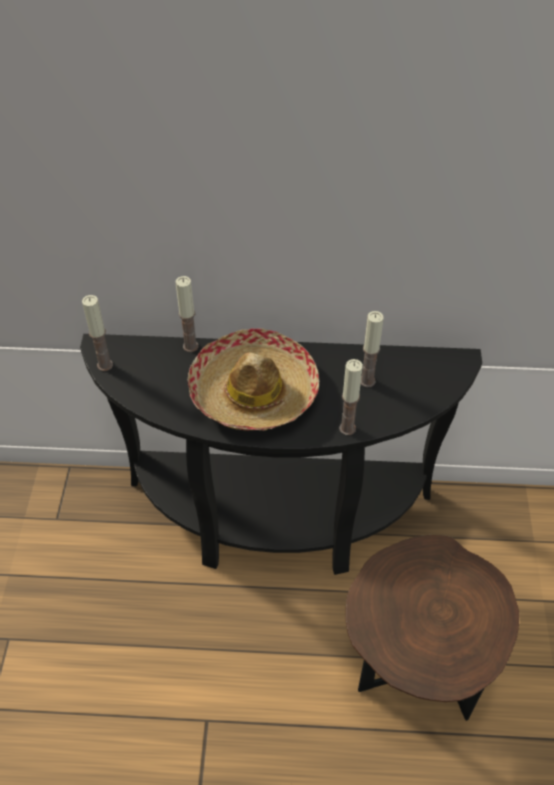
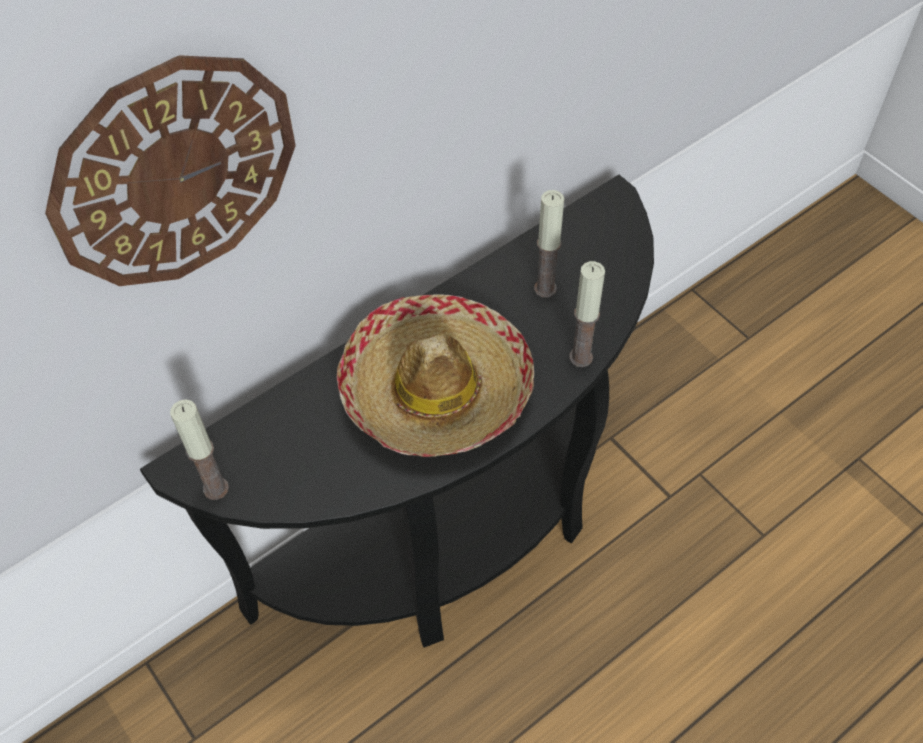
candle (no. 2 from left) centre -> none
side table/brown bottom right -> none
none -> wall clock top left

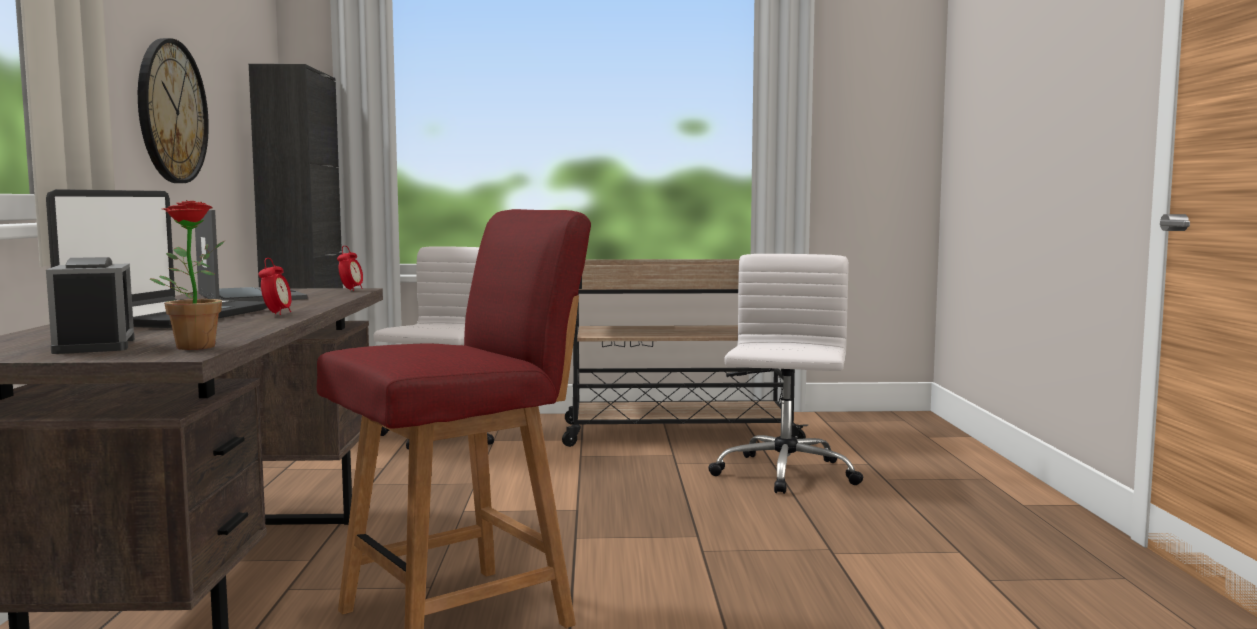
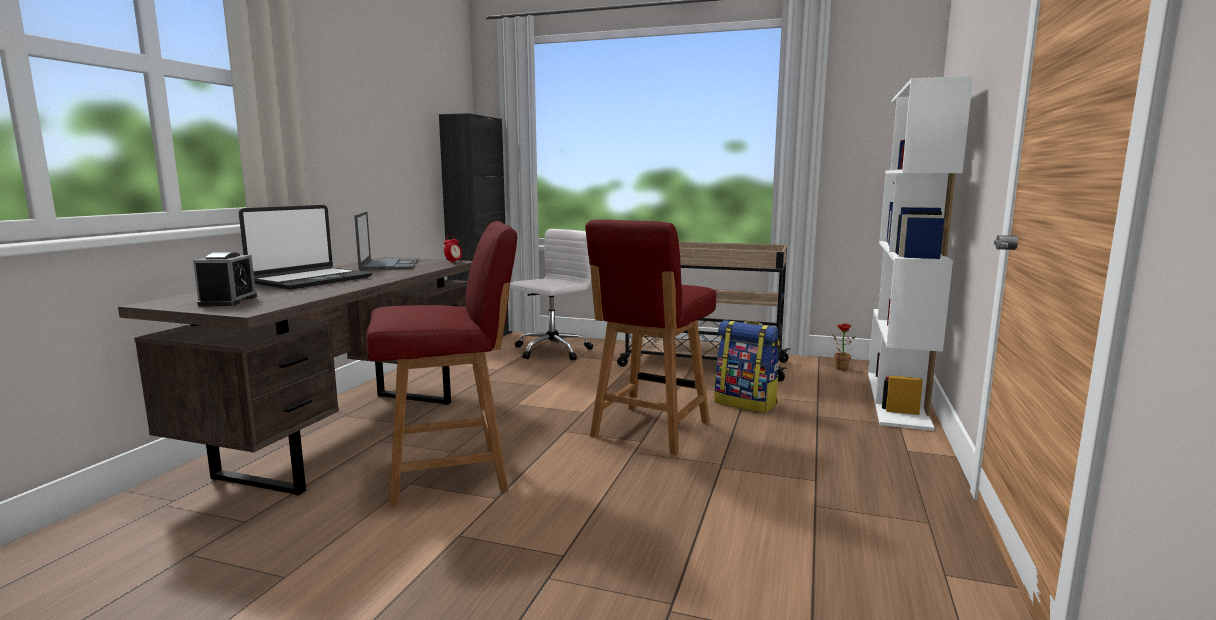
wall clock top left -> none
alarm clock (no. 2 from left) middle left -> none
none -> chair/red (no. 2 from left) centre
none -> bookcase/white middle right
potted plant middle left -> potted plant middle right, shifted
office chair/white (no. 2 from left) centre -> backpack centre

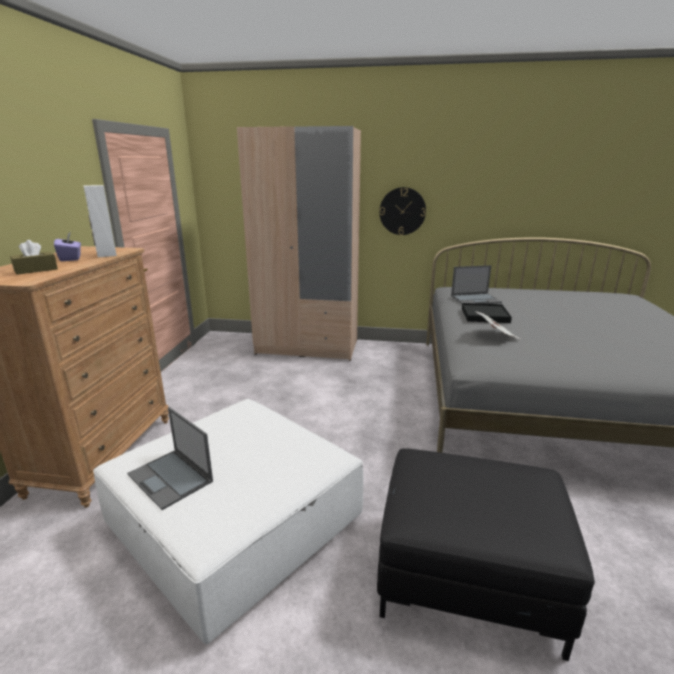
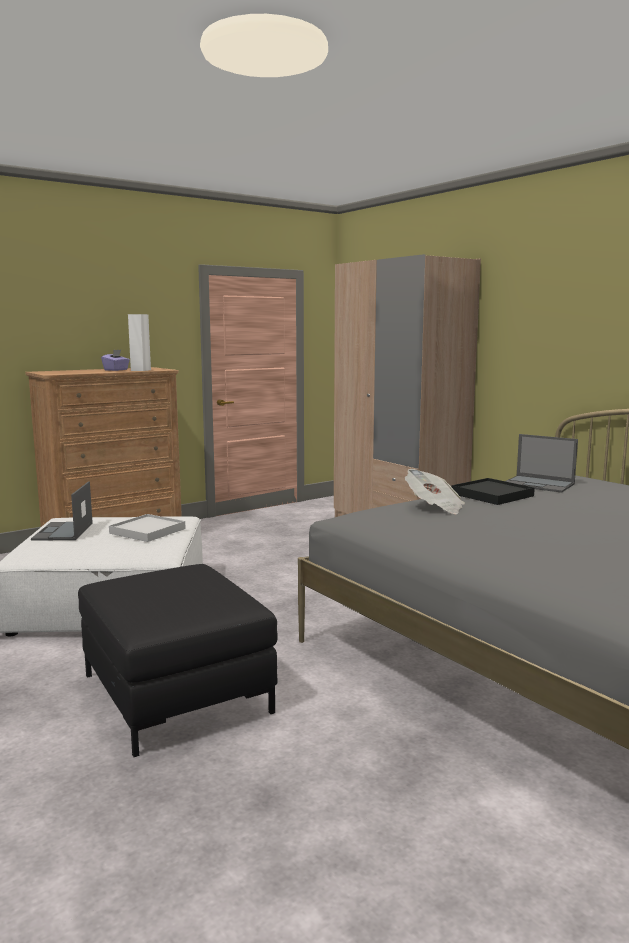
tissue box/brown middle left -> none
wall clock top centre -> none
none -> tray/white middle left

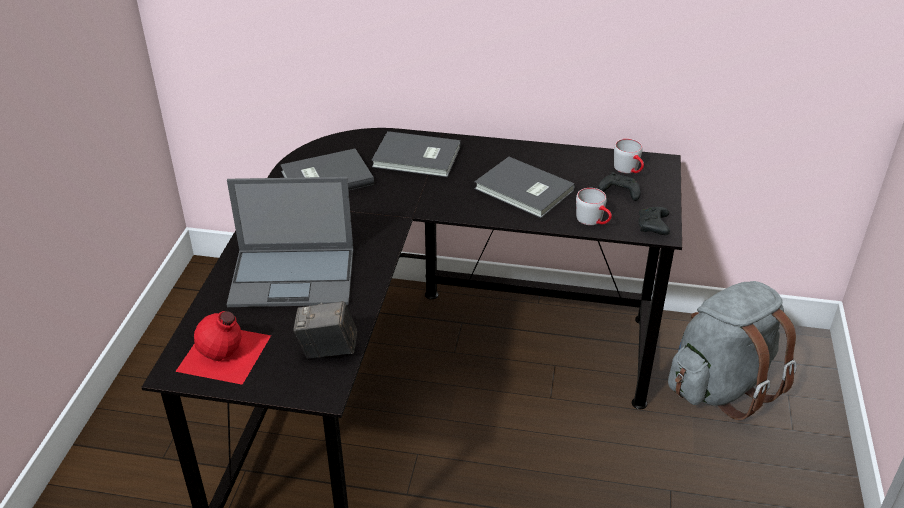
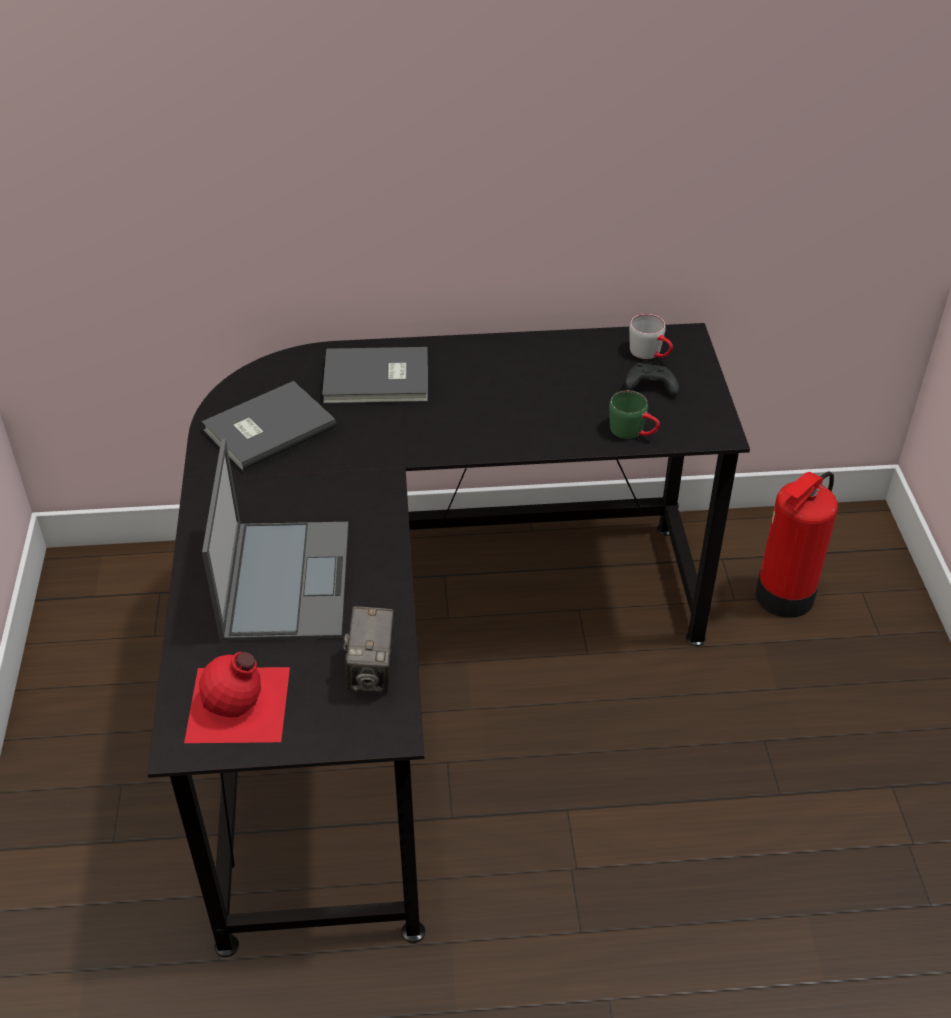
book/grey (no. 3 from left) centre -> none
game controller/black (no. 2 from left) middle right -> none
backpack/grey bottom right -> fire extinguisher middle right
mug/grey (no. 1 from left) centre -> mug/green middle right
laptop middle left, 75 degrees counterclockwise
photo camera centre, 75 degrees counterclockwise

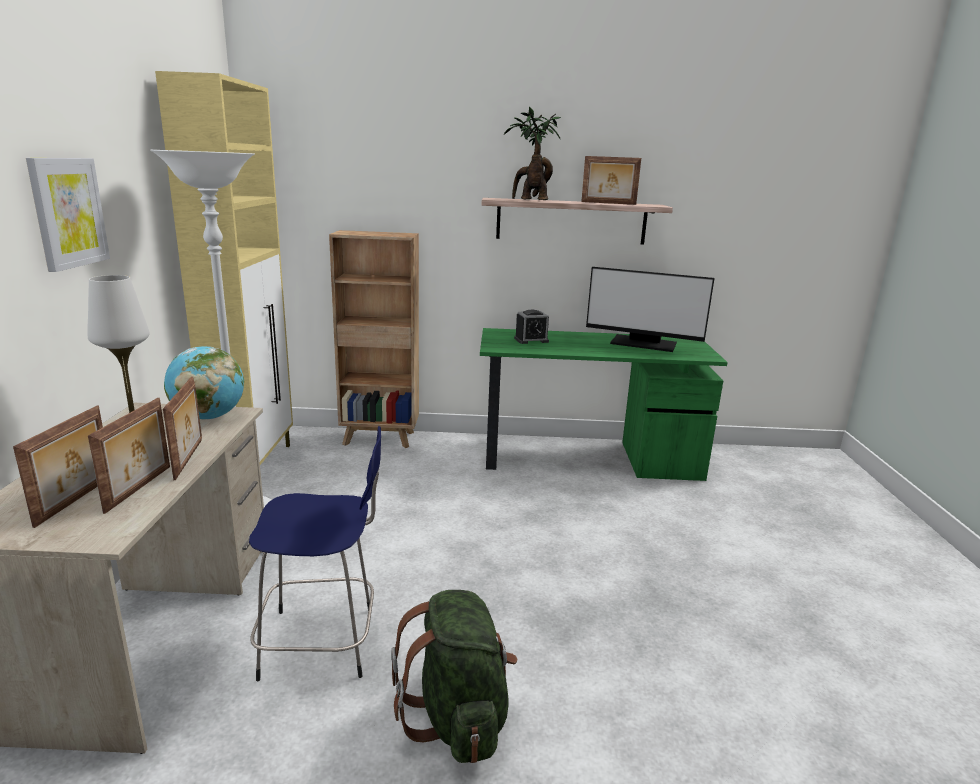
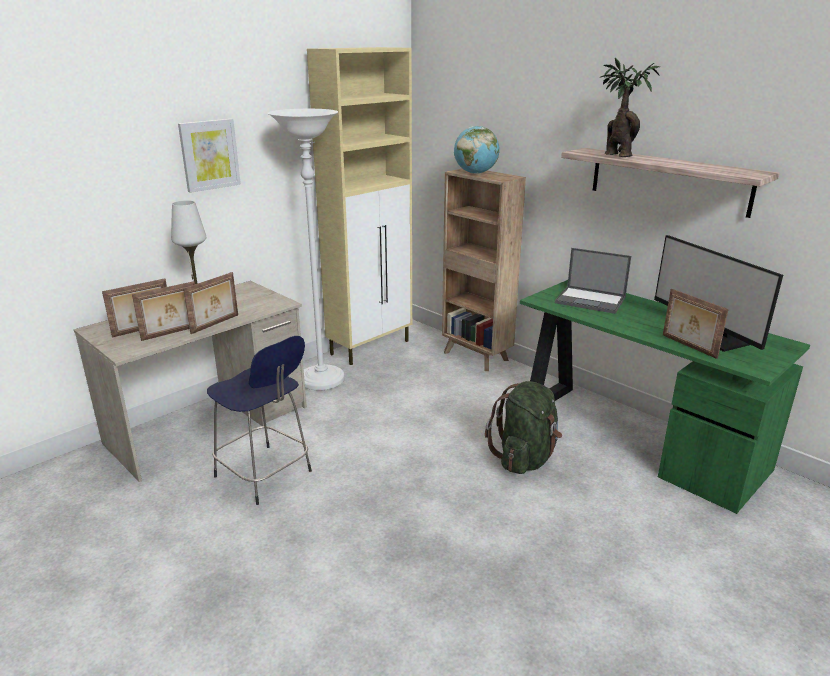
globe middle left -> globe top centre, shifted
backpack/green bottom centre -> backpack/green centre, shifted
picture frame (no. 4 from left) top centre -> picture frame (no. 4 from left) middle right, shifted
alarm clock centre -> laptop middle right

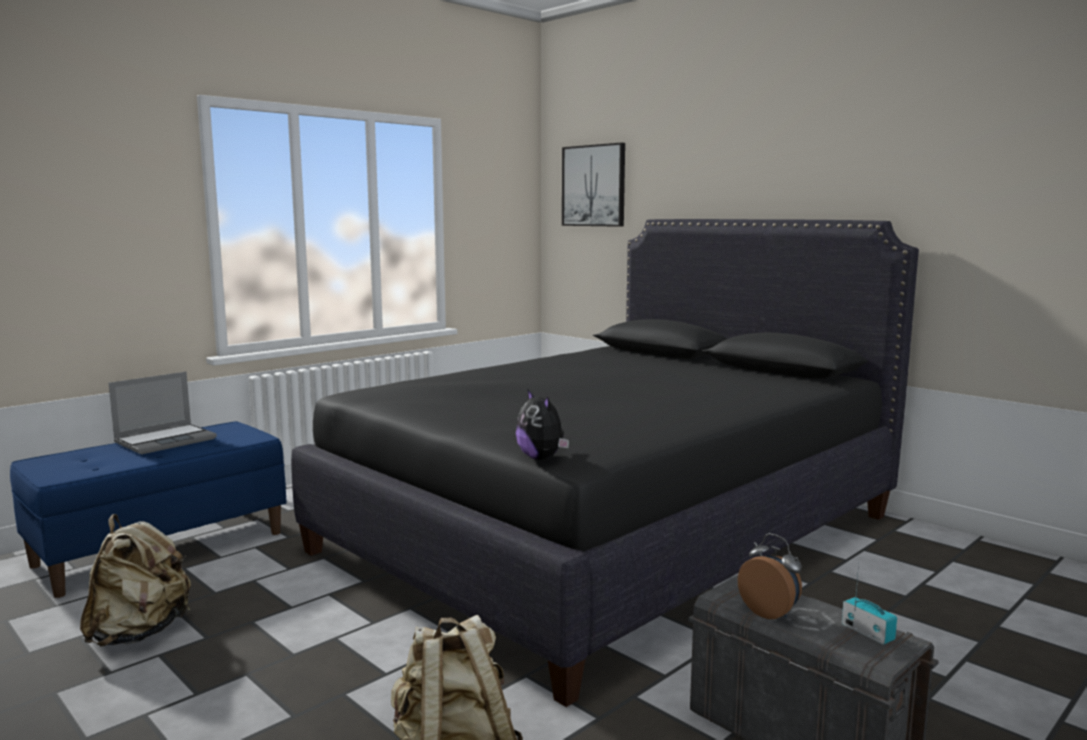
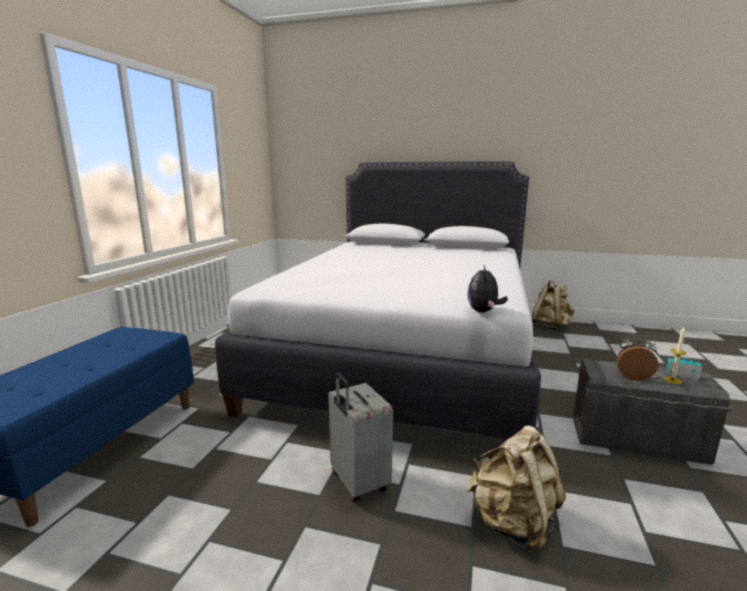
laptop middle left -> none
picture top centre -> none
none -> suitcase/grey bottom centre
none -> candle middle right
backpack/beige (no. 1 from left in the first image) bottom left -> backpack/beige (no. 2 from left) middle right, shifted
bed/black centre -> bed/white centre
plush toy centre, 75 degrees clockwise

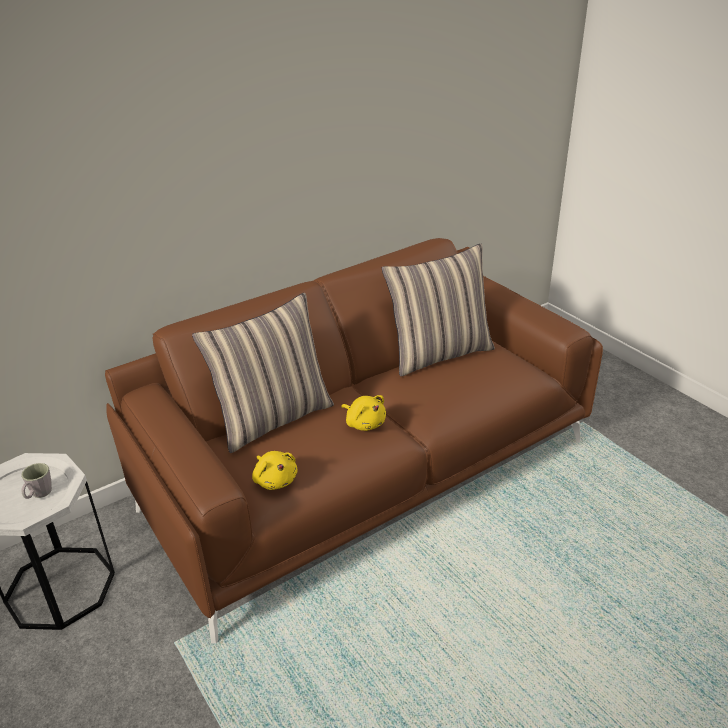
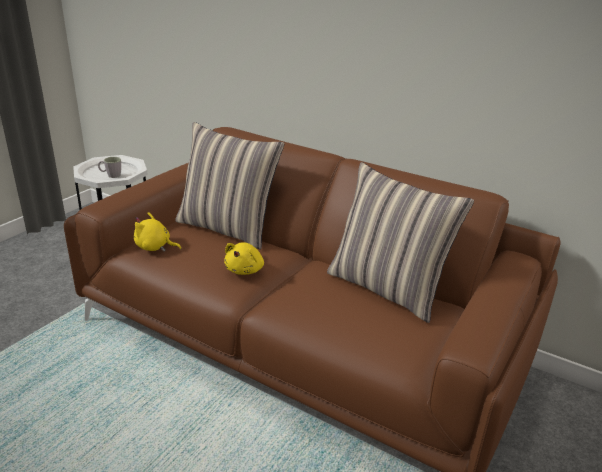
plush toy/yellow (no. 1 from left) centre -> plush toy/yellow (no. 1 from left) middle left, 75 degrees clockwise

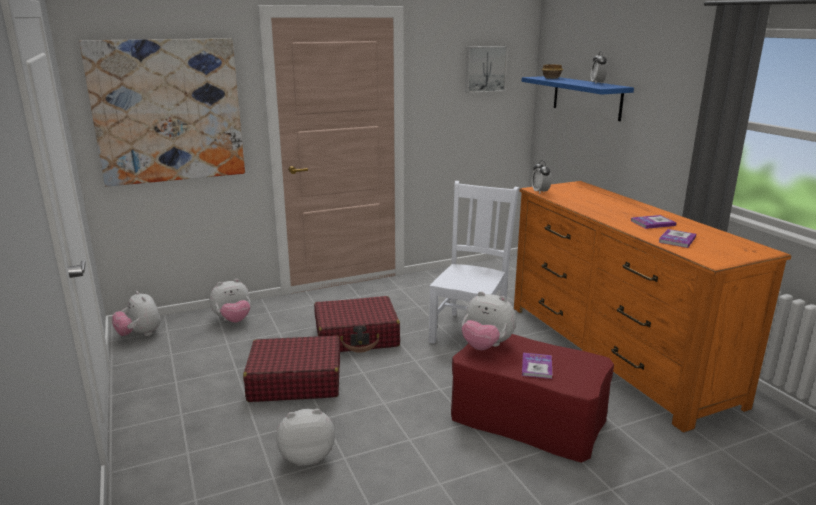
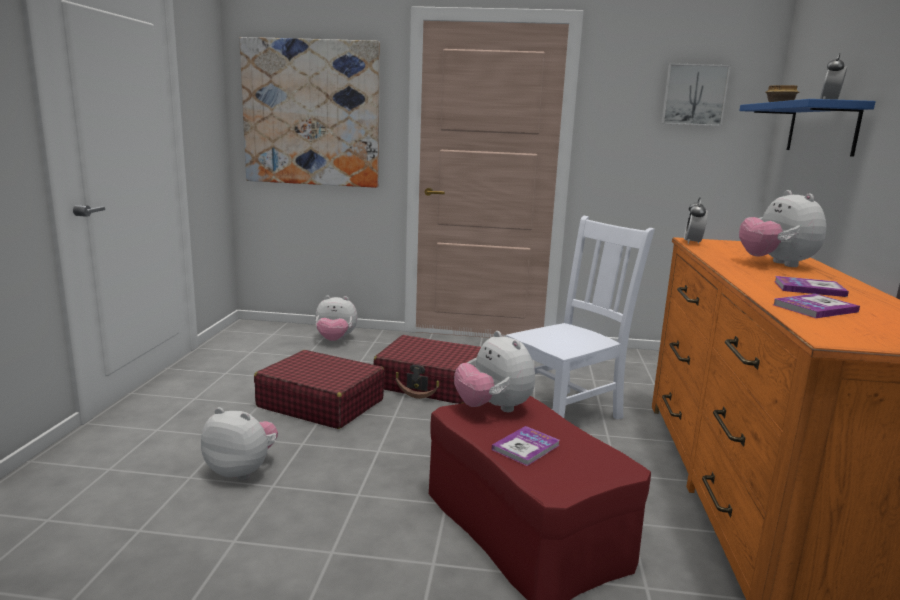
plush toy (no. 1 from left in the first image) middle left -> plush toy (no. 4 from left) middle right, shifted

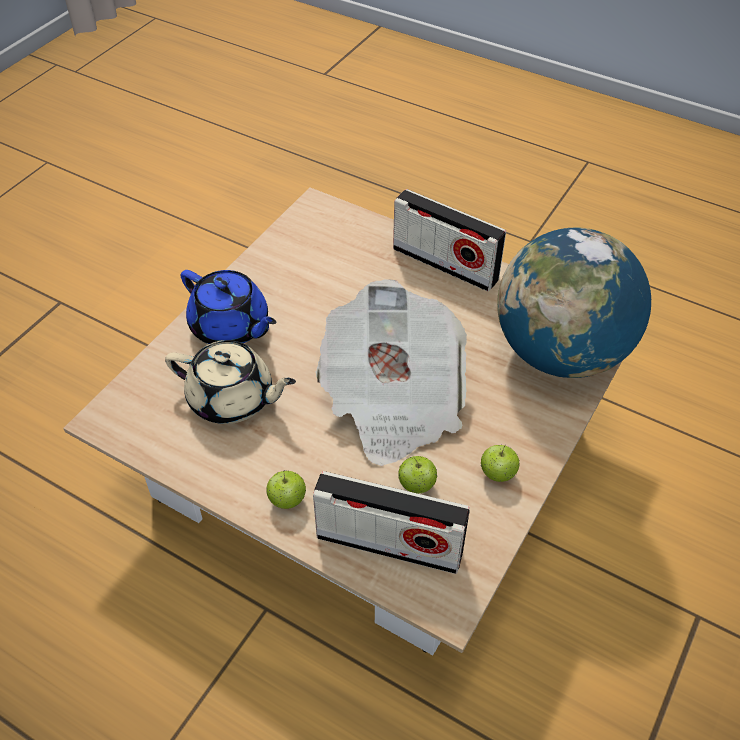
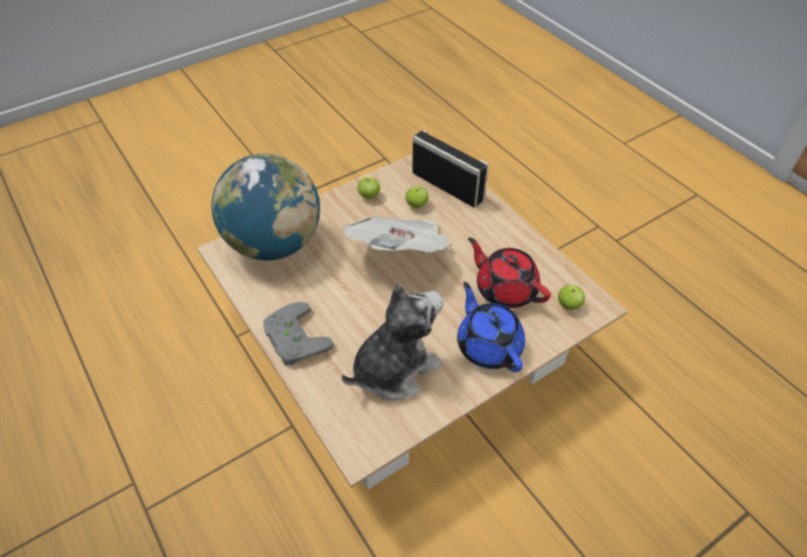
none -> plush toy centre
apple (no. 1 from left in the first image) centre -> apple (no. 3 from left) middle right, shifted
radio (no. 2 from left) top centre -> game controller/grey centre
teapot/beige middle left -> teapot/red centre

